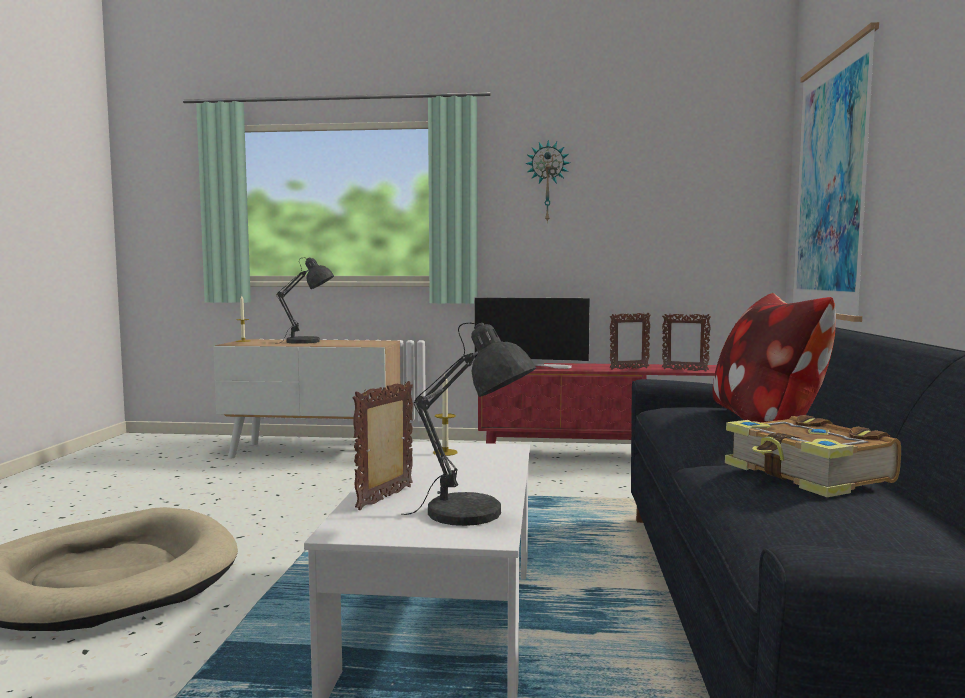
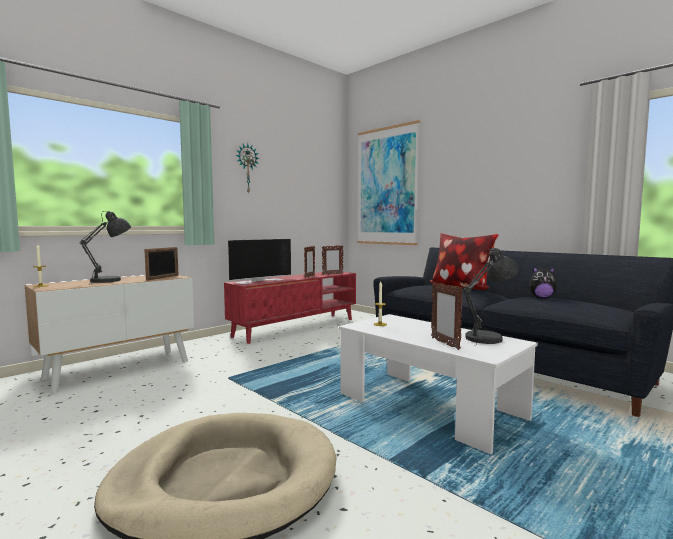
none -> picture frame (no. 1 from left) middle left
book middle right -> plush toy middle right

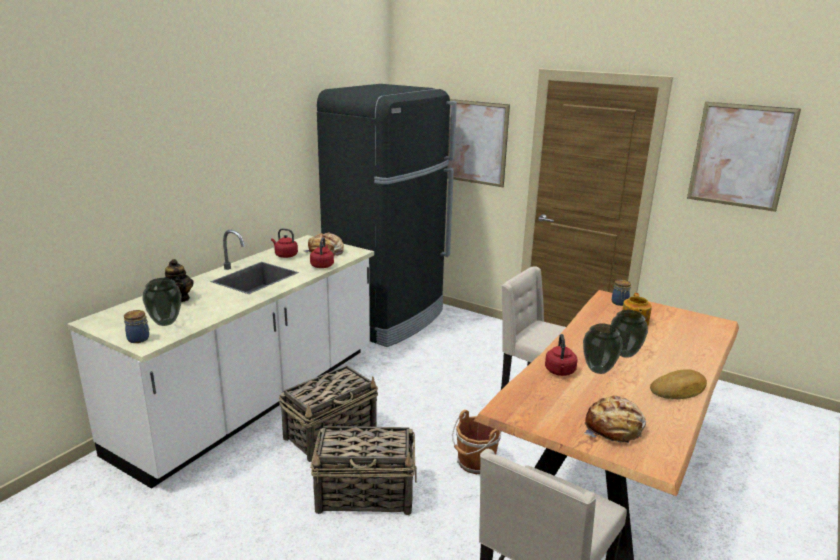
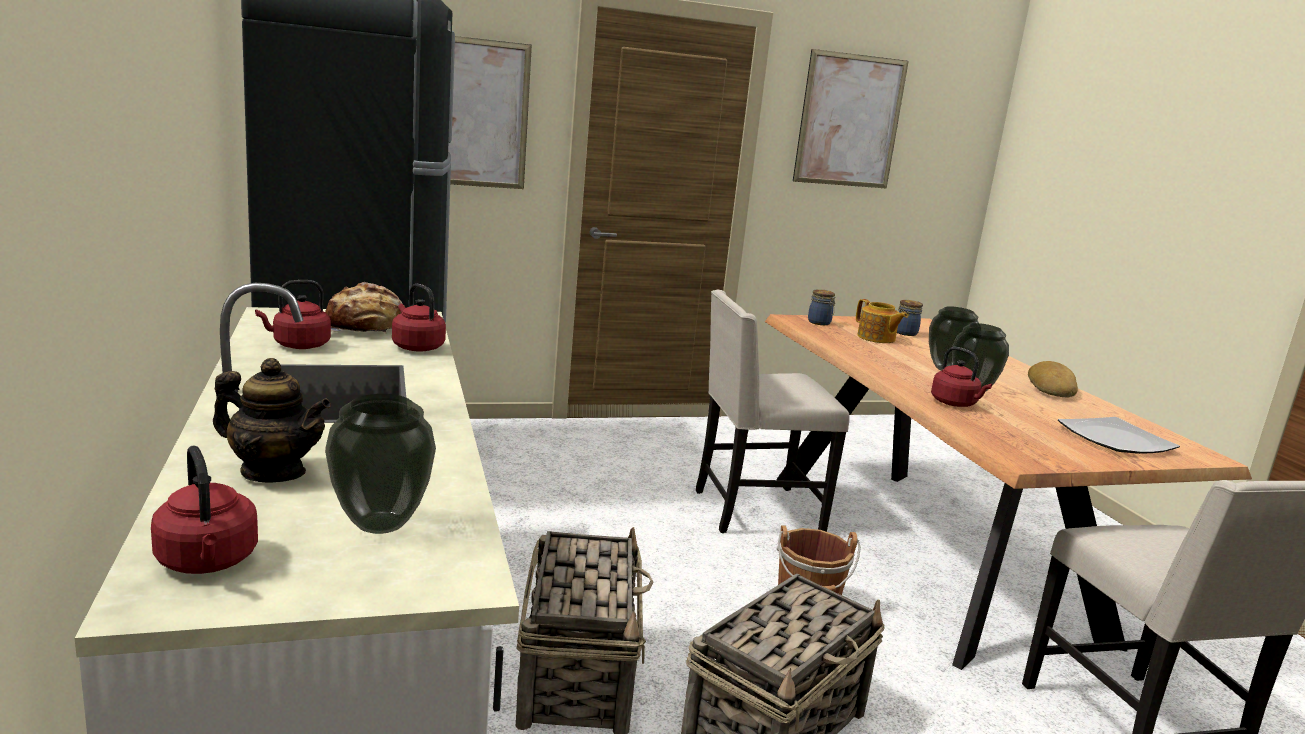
none -> kettle/red (no. 1 from left) bottom left
jar (no. 1 from left in the first image) middle left -> jar (no. 2 from left) middle right, shifted
bread (no. 2 from left) bottom right -> plate middle right

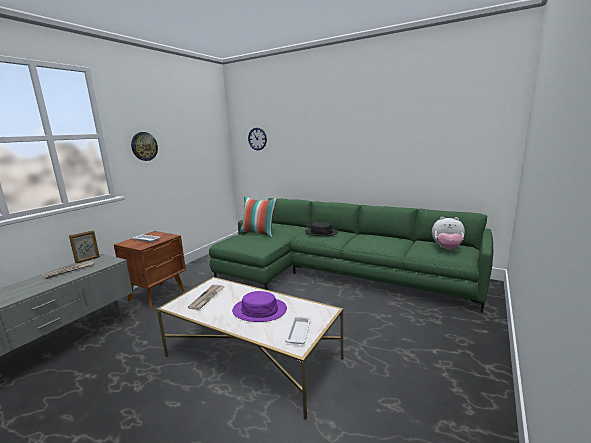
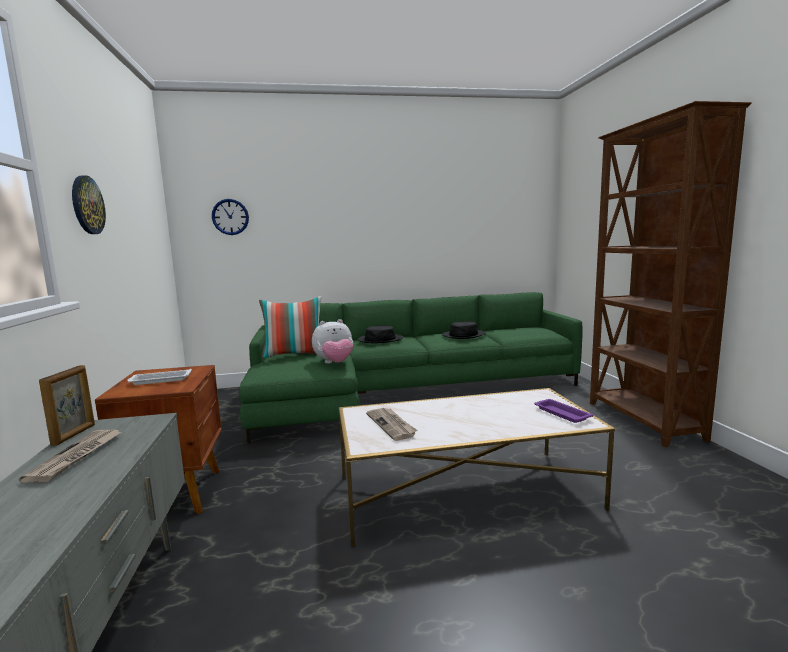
hat/purple bottom centre -> none
none -> hat/black (no. 2 from left) centre
none -> bookcase/brown middle right
plush toy middle right -> plush toy centre, shifted
tray/white (no. 2 from left) bottom centre -> tray/purple middle right

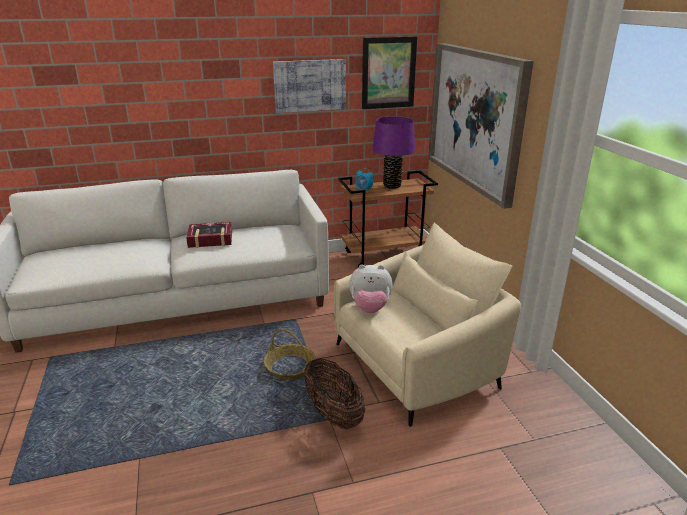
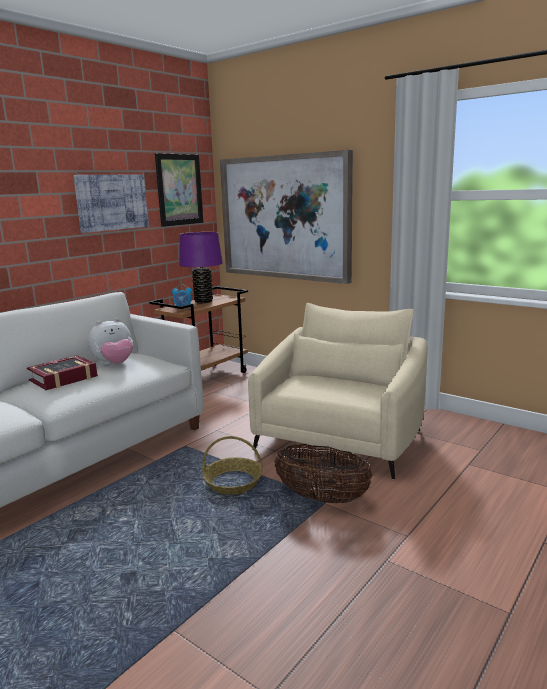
plush toy centre -> plush toy middle left, shifted

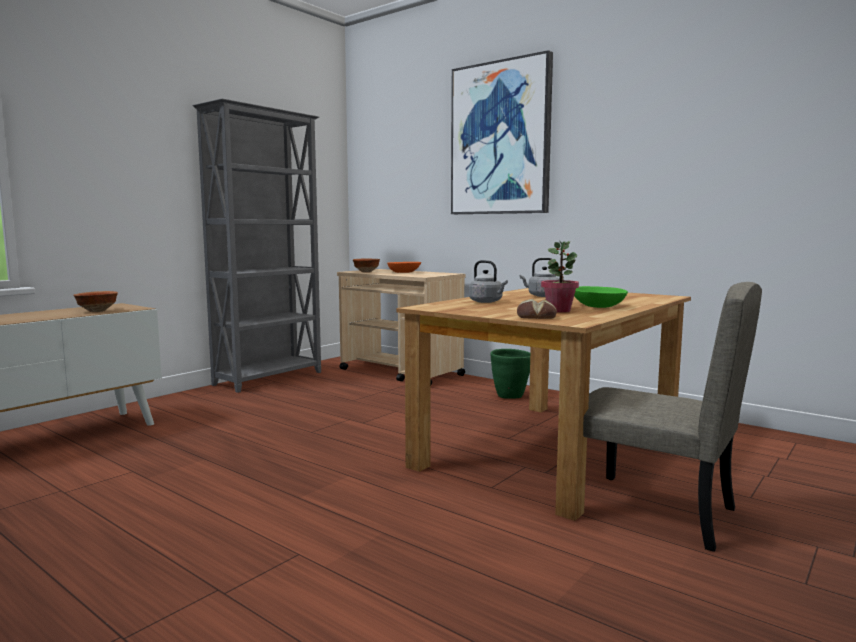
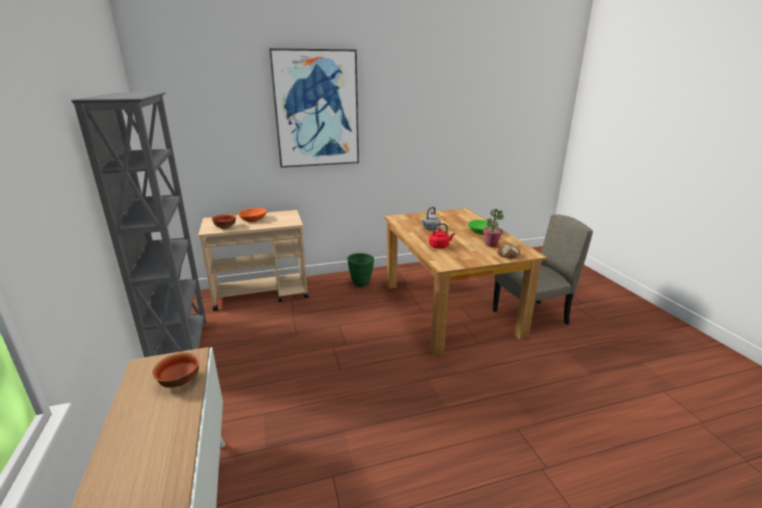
kettle/grey (no. 1 from left) centre -> kettle/red centre

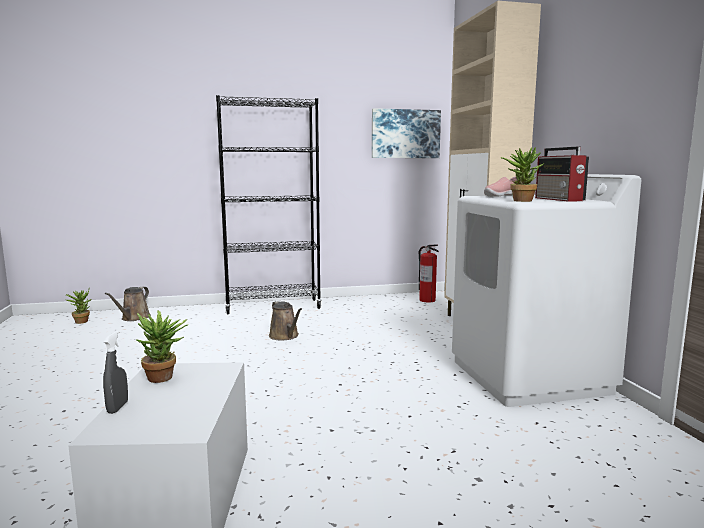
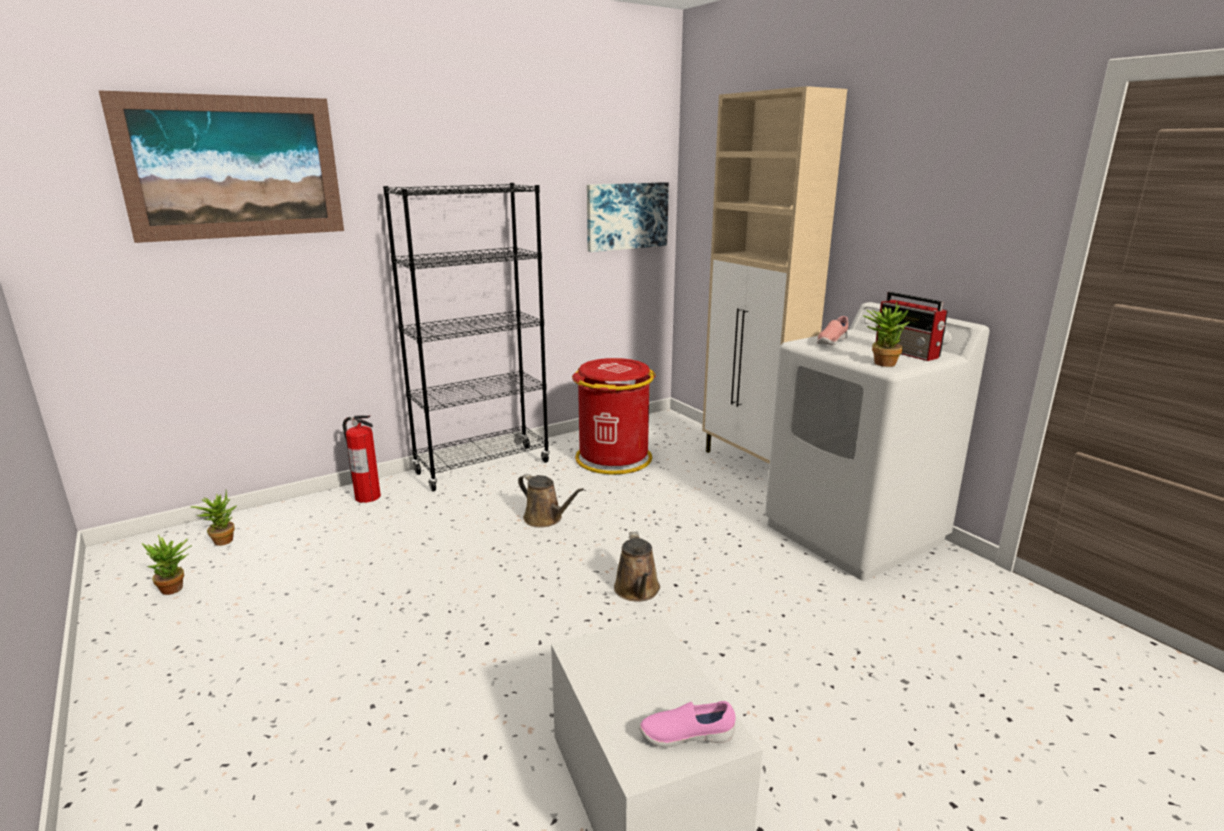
spray bottle/grey bottom left -> none
none -> picture (no. 1 from left) top left
none -> trash can/red centre
none -> shoe/pink (no. 1 from left) bottom centre
watering can/brown (no. 1 from left in the first image) middle left -> watering can/brown (no. 2 from left) bottom centre, shifted
potted plant (no. 2 from left in the first image) middle left -> potted plant (no. 1 from left) bottom left, shifted
fire extinguisher centre -> fire extinguisher middle left, shifted

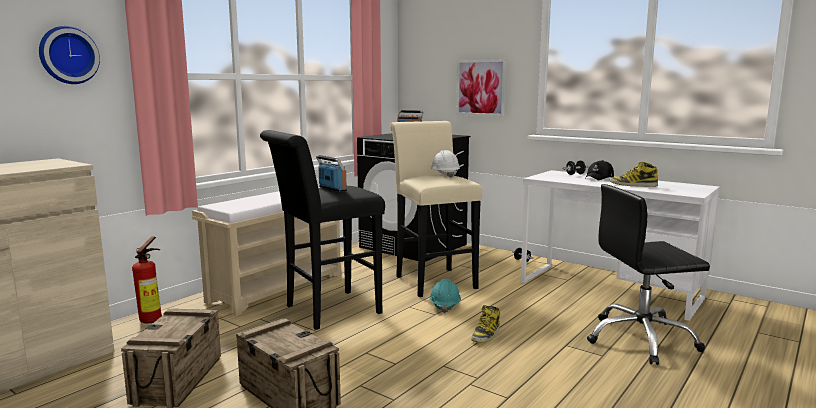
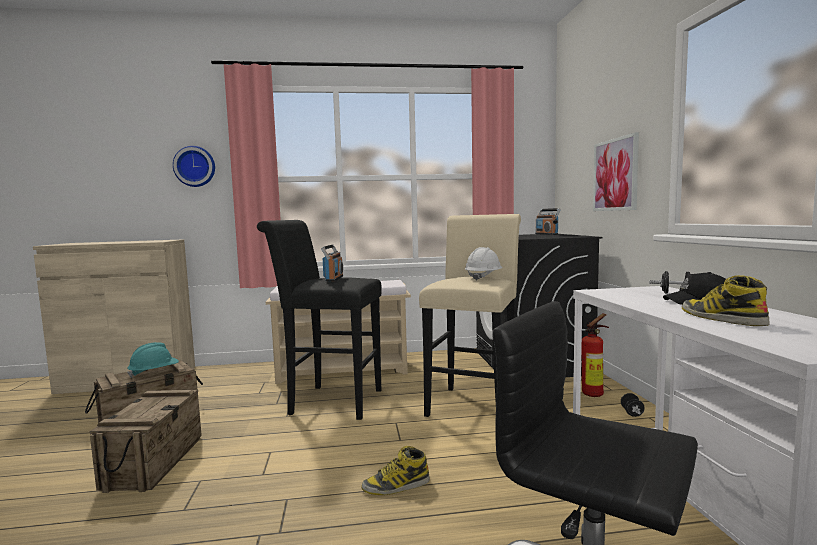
fire extinguisher bottom left -> fire extinguisher middle right, shifted
hard hat/turquoise bottom centre -> hard hat/turquoise middle left, shifted

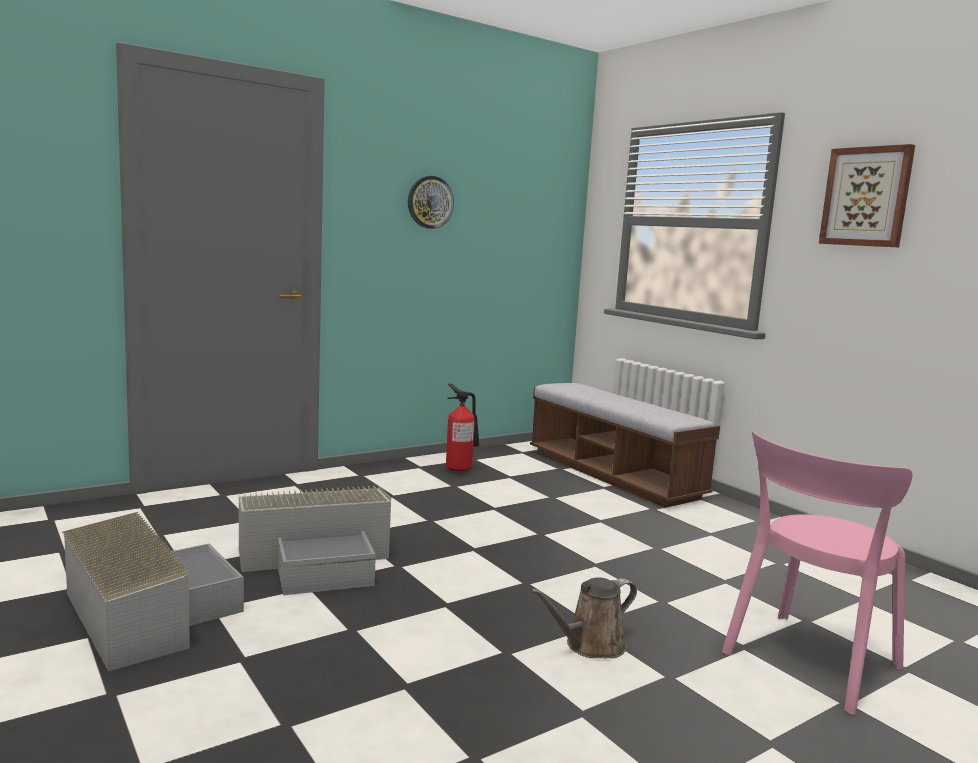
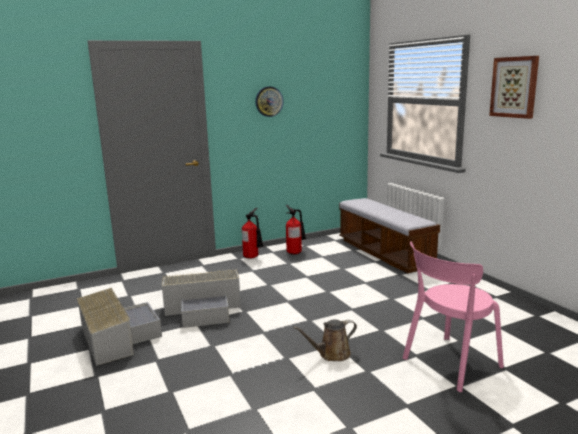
none -> fire extinguisher (no. 1 from left) centre

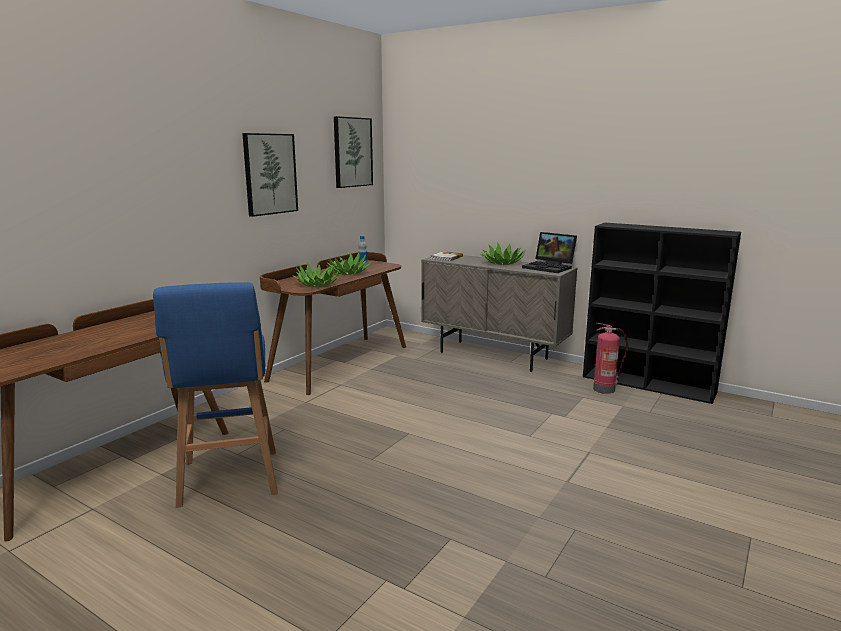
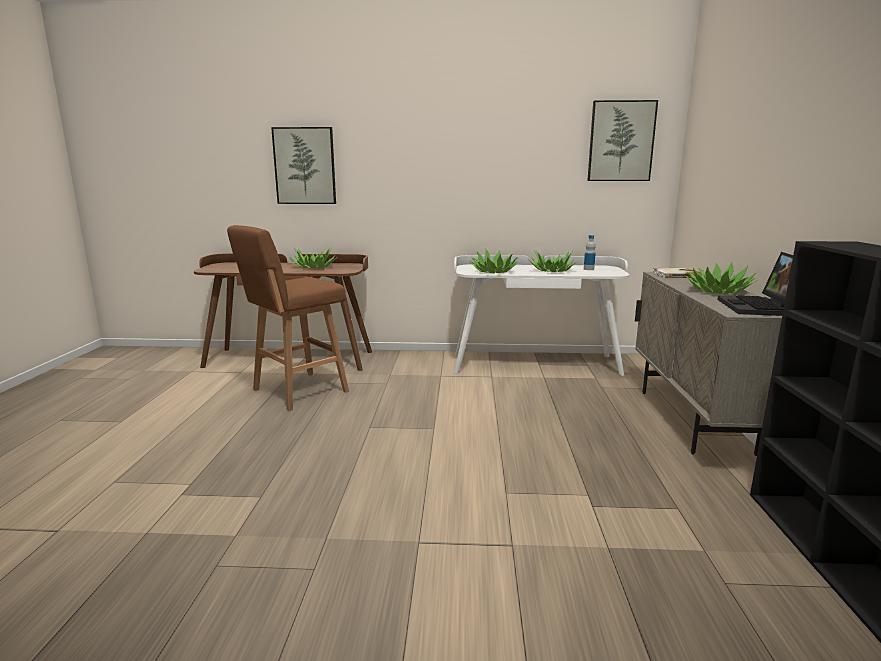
fire extinguisher middle right -> none
none -> potted plant (no. 1 from left) centre
picture (no. 1 from left) top left -> picture (no. 1 from left) top centre, shifted
stool/blue middle left -> stool/brown middle left
desk/brown (no. 2 from left) centre -> desk/white centre

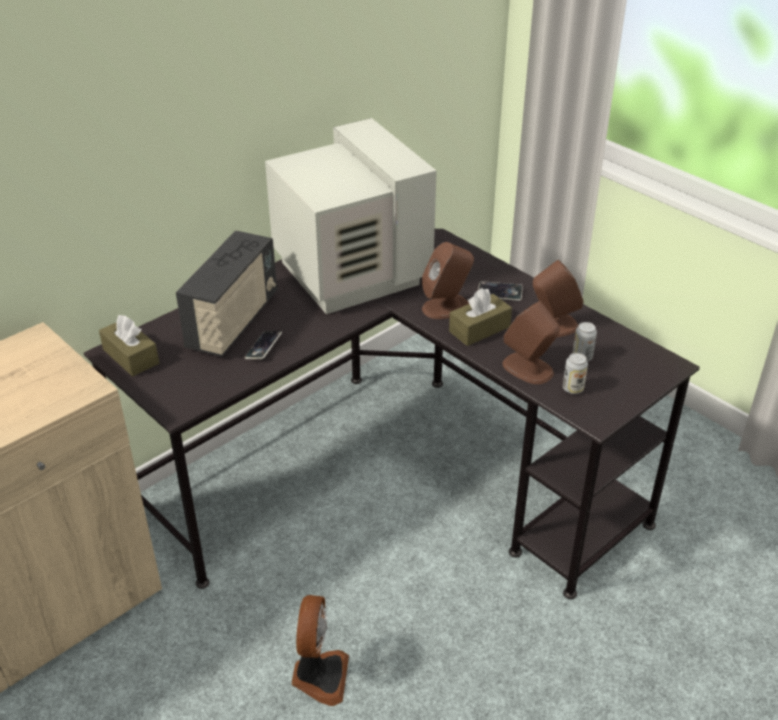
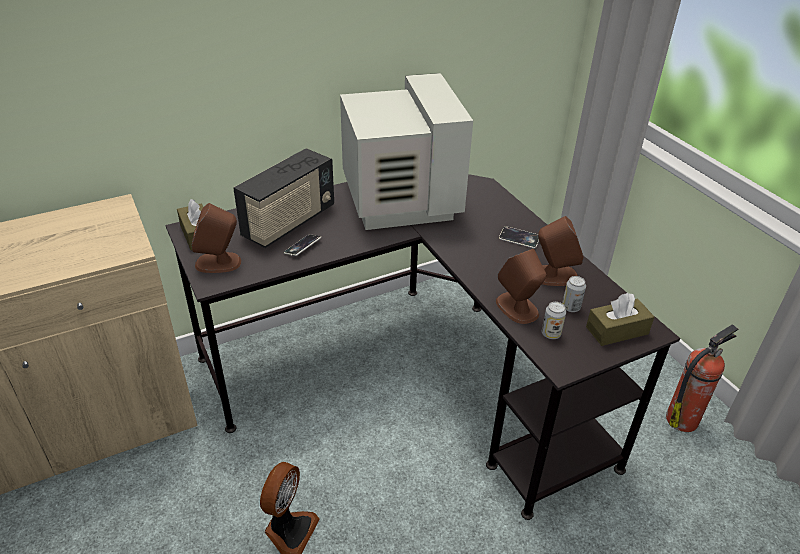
none -> fire extinguisher bottom right
speaker/brown (no. 1 from left) centre -> speaker/brown (no. 1 from left) middle left, shifted
tissue box/brown (no. 2 from left) centre -> tissue box/brown (no. 2 from left) middle right, shifted

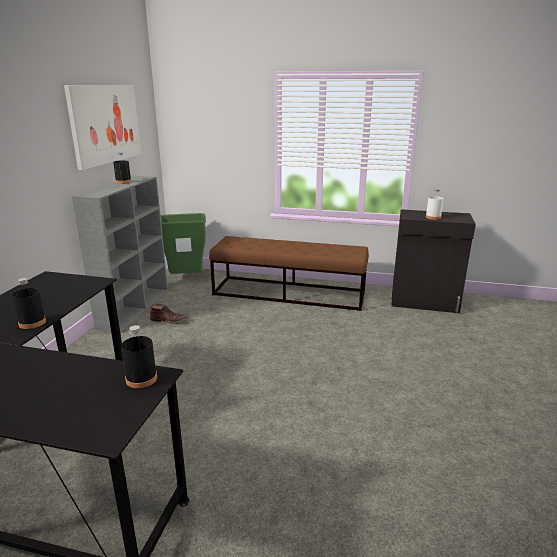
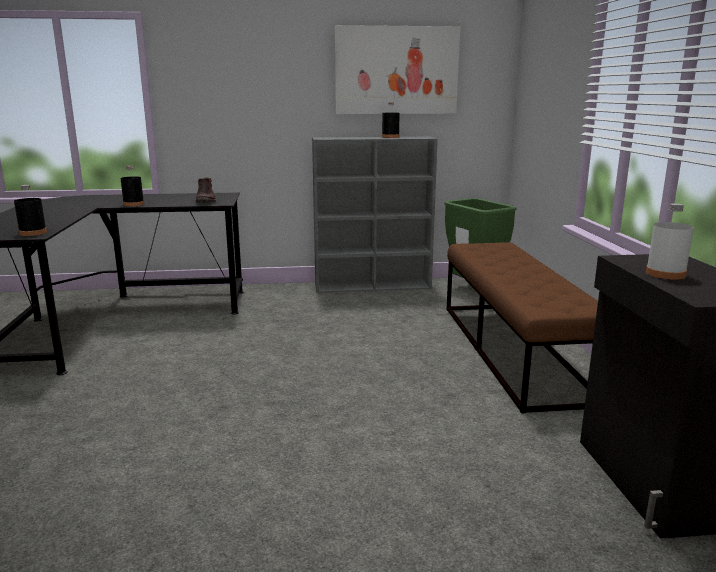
boot/brown middle left -> boot/brown top left, shifted

